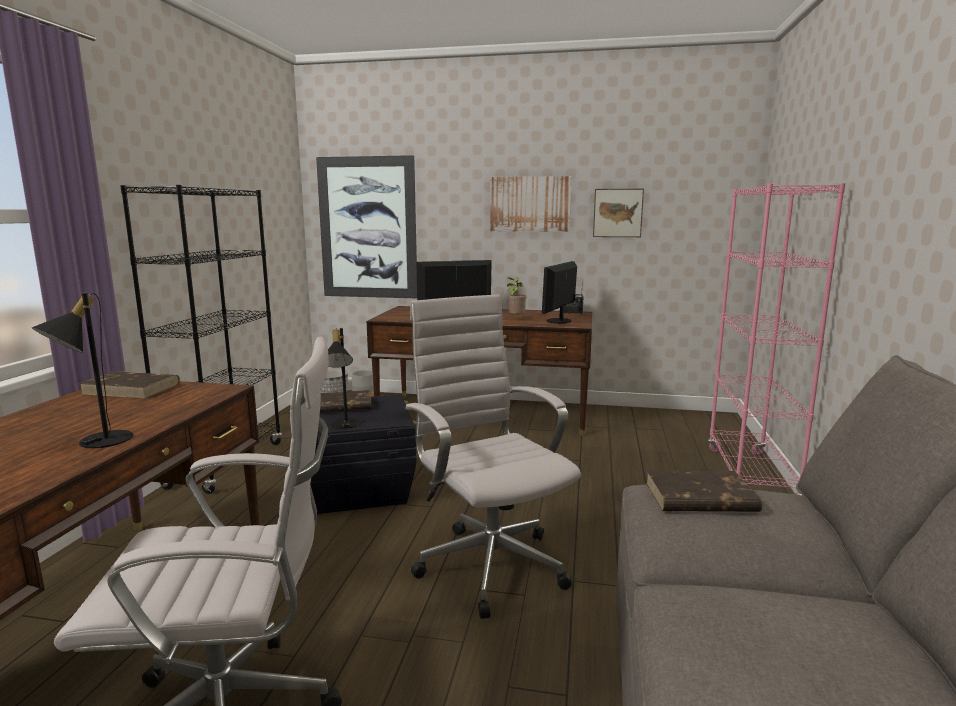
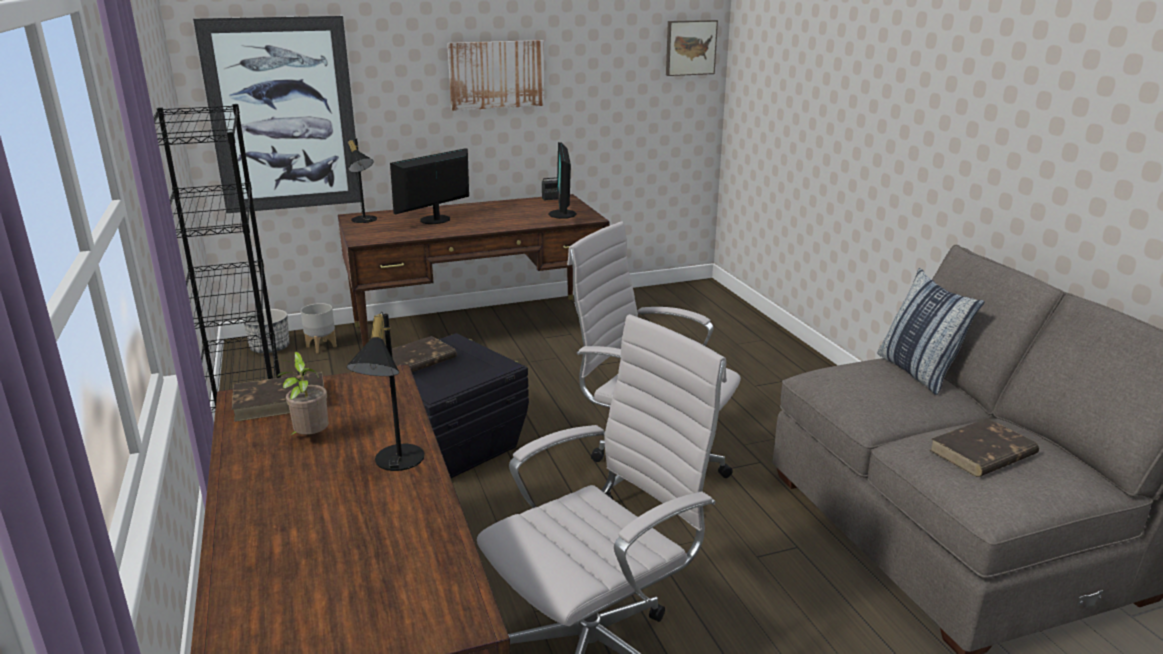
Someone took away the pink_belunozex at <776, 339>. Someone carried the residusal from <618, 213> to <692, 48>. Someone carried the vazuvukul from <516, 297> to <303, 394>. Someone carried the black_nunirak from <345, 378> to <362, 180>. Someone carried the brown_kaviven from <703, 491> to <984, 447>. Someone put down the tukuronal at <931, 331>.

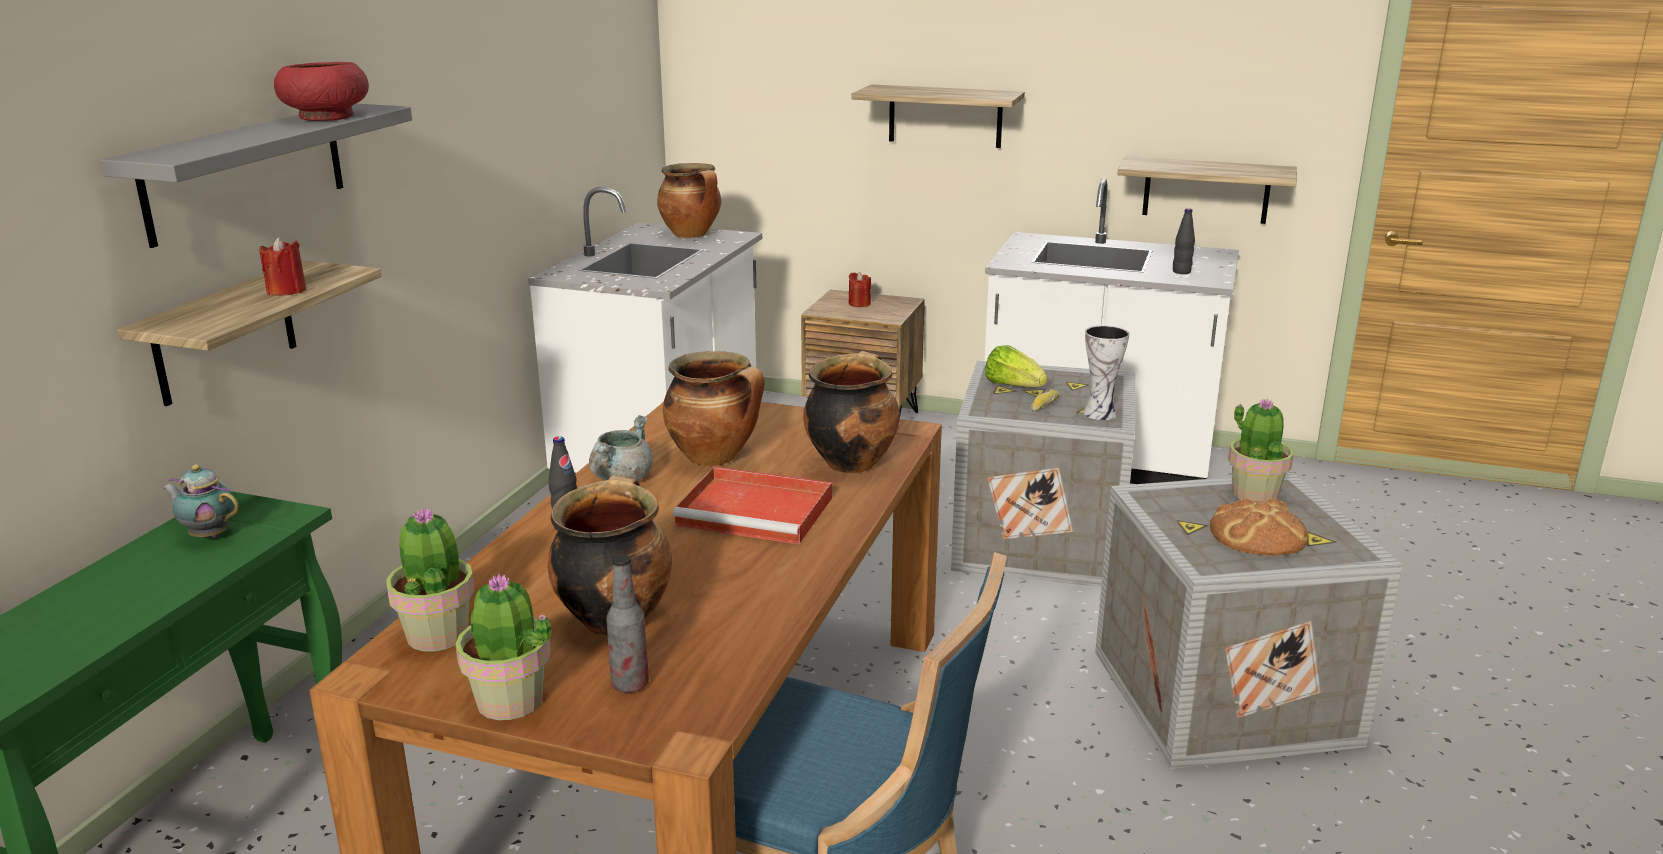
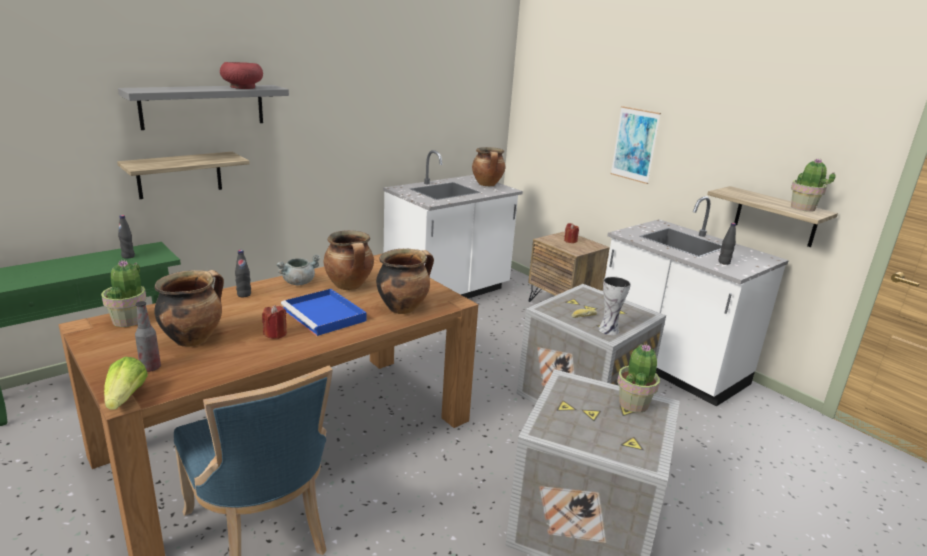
Someone swapped the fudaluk at <938, 116> for the residusal at <636, 145>. Someone carried the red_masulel from <282, 266> to <274, 322>. Someone carried the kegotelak from <1016, 366> to <126, 383>. Someone swapped the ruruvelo at <200, 501> for the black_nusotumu at <126, 237>. Someone repainted the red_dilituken at <752, 505>, which became the blue_dilituken at <323, 312>. Someone took away the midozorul at <1259, 527>. Someone carried the vazuvukul from <503, 647> to <813, 185>.

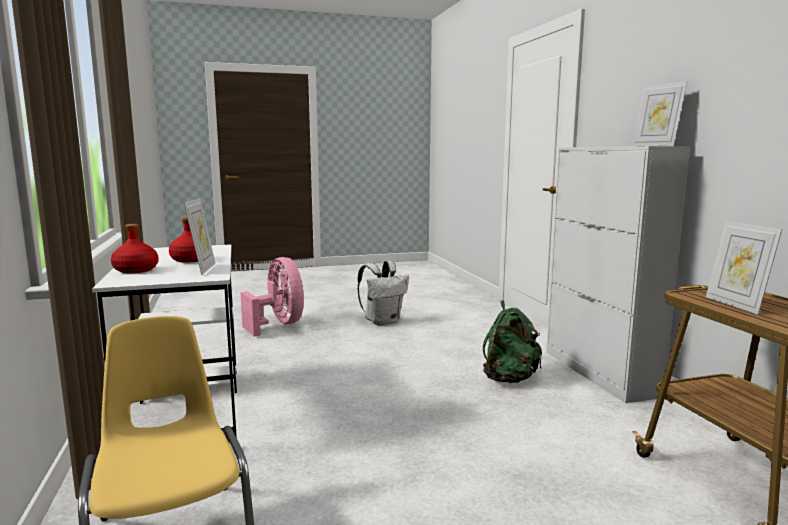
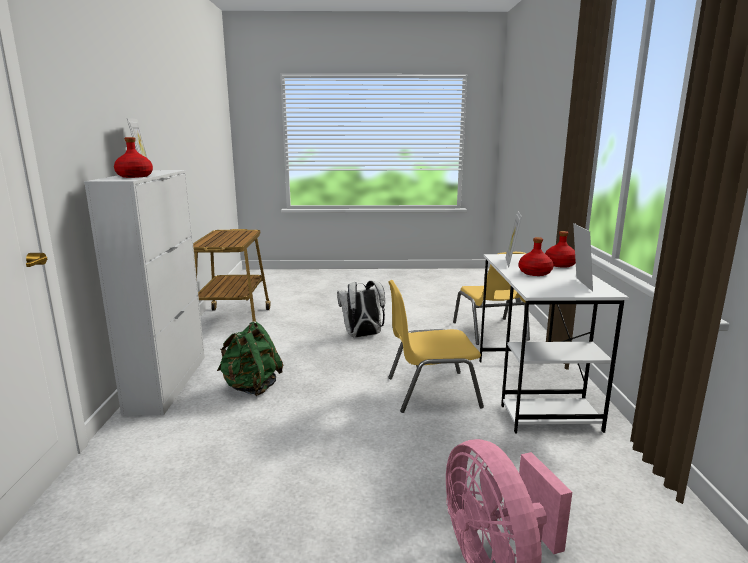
Someone carried the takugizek from <744, 268> to <583, 257>. Someone carried the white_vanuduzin from <383, 293> to <361, 309>. Someone put down the red_nusotumu at <133, 157>. Someone put down the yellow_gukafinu at <436, 346>.

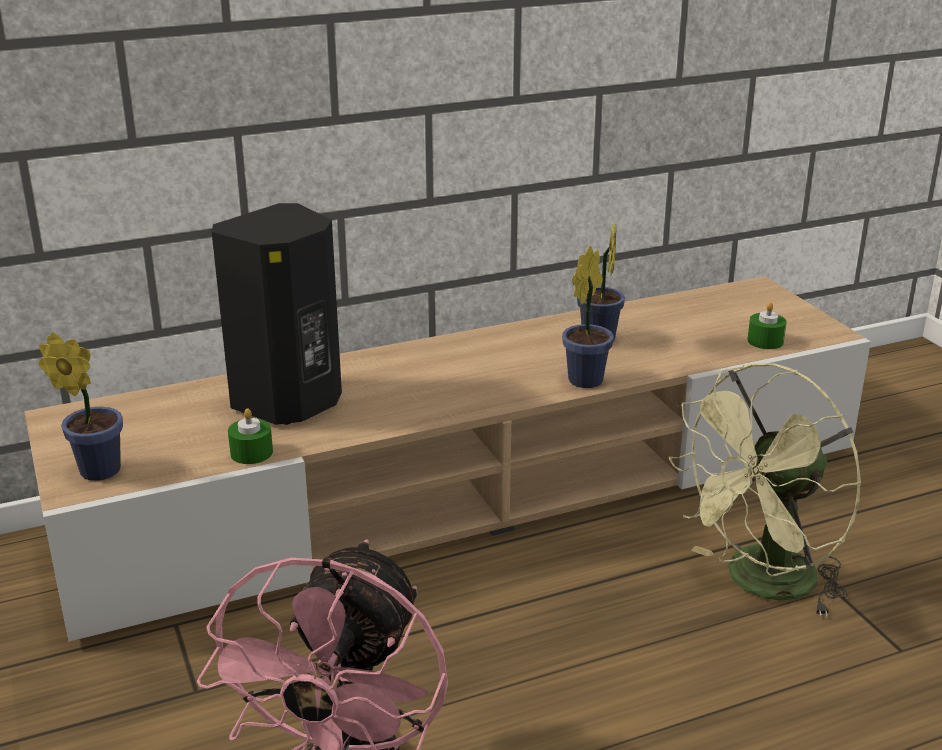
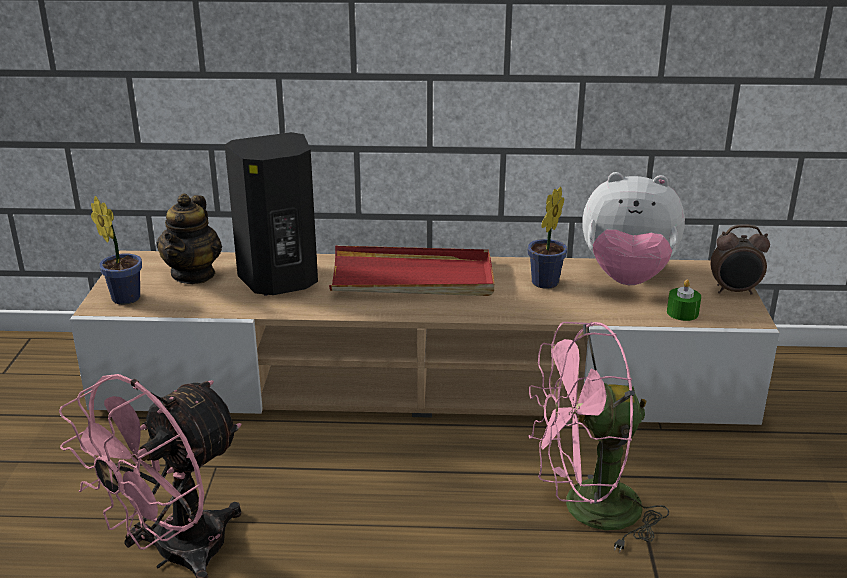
Someone took away the vazuvukul at <588, 317>. Someone repainted the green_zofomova at <765, 490>, which became the pink_zofomova at <598, 437>. Someone took away the green_masulel at <250, 436>. Someone put down the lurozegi at <633, 228>. Someone put down the ruruvelo at <189, 238>. Someone put down the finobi at <740, 259>. Someone put down the red_dilituken at <411, 271>.

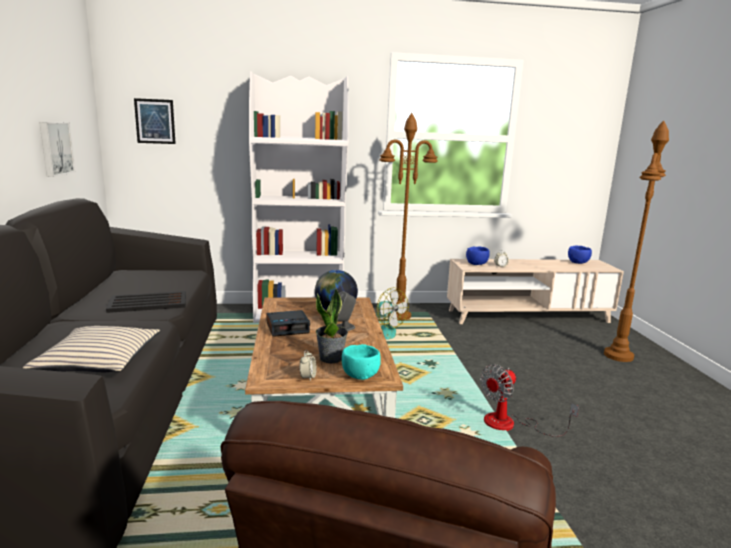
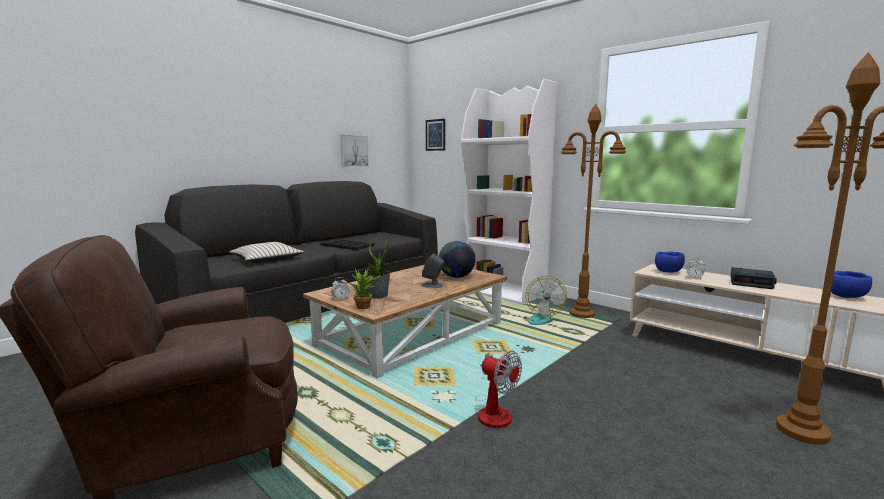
Someone carried the finobi from <288, 323> to <753, 278>. Someone swapped the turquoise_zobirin at <361, 362> for the vazuvukul at <364, 289>. Someone rotated the zofomova at <529, 400> by 150 degrees counterclockwise.

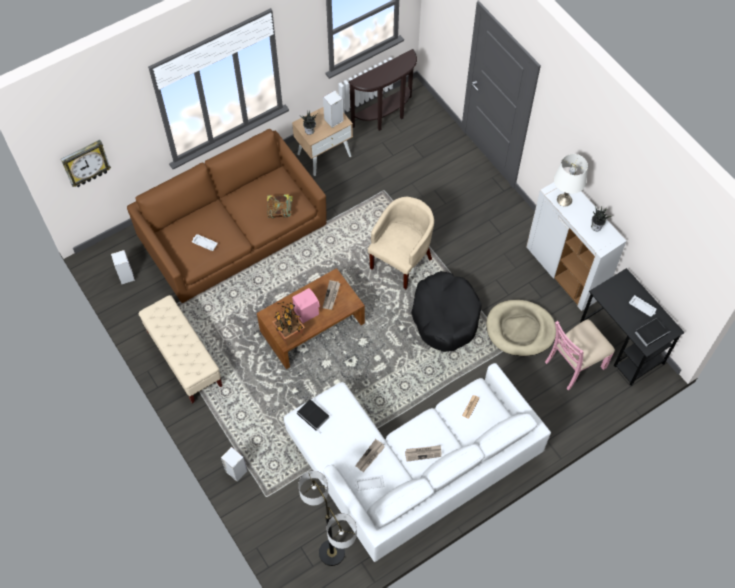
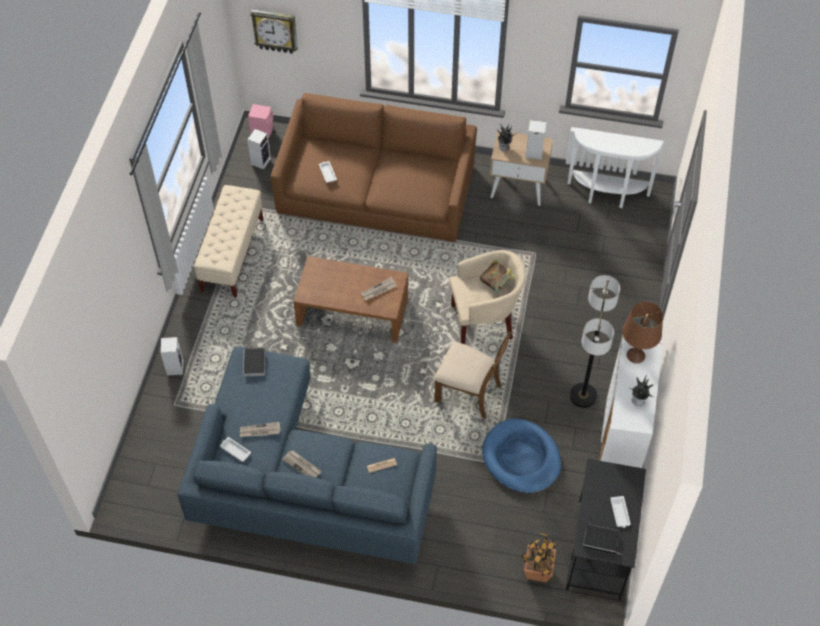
Someone repainted the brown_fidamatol at <382, 90>, which became the white_fidamatol at <616, 168>. Someone repainted the white_nunirak at <571, 180>, which became the brown_nunirak at <642, 332>. Someone carried the kaviven from <280, 206> to <497, 276>. Someone swapped the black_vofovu at <446, 311> for the brown_gukafinu at <473, 375>. Someone carried the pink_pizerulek from <306, 305> to <260, 121>. Someone repainted the beige_vofovu at <521, 328>, which became the blue_vofovu at <521, 455>. Someone carried the vazuvukul from <288, 324> to <539, 557>. Someone took away the pink_gukafinu at <580, 354>. Someone repainted the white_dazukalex at <417, 462>, which became the blue_dazukalex at <307, 455>. Someone carried the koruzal from <327, 518> to <595, 341>.

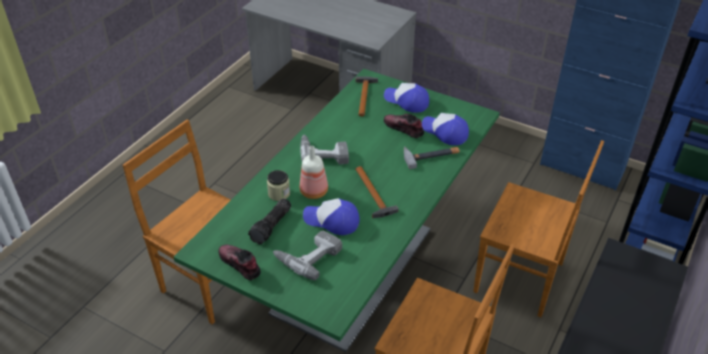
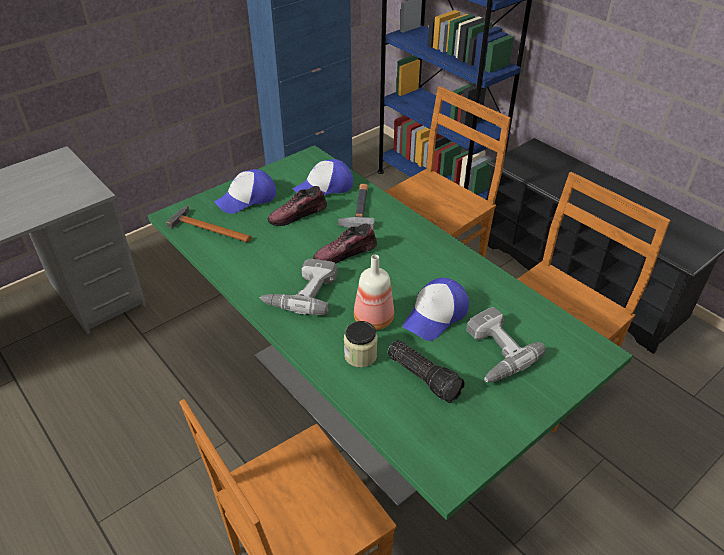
Someone took away the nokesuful at <377, 192>. Someone carried the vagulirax from <239, 262> to <345, 244>.

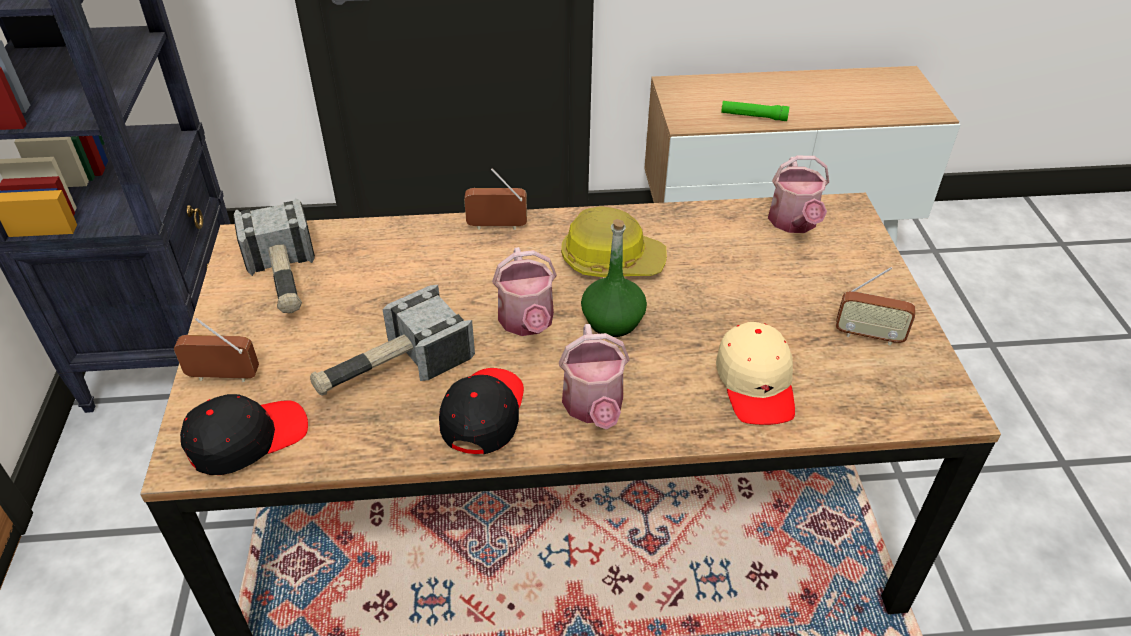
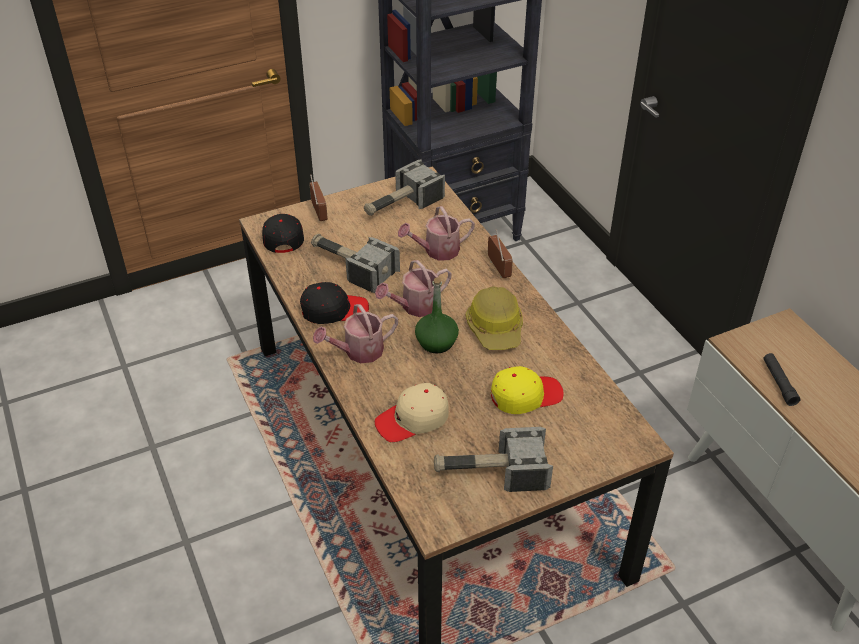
Someone repainted the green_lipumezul at <755, 111>, which became the black_lipumezul at <782, 379>. Someone carried the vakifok from <798, 194> to <436, 233>. Someone swapped the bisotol at <875, 306> for the nokesuful at <493, 459>. Someone rotated the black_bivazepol at <244, 434> by 135 degrees counterclockwise. Someone put down the yellow_bivazepol at <527, 390>.

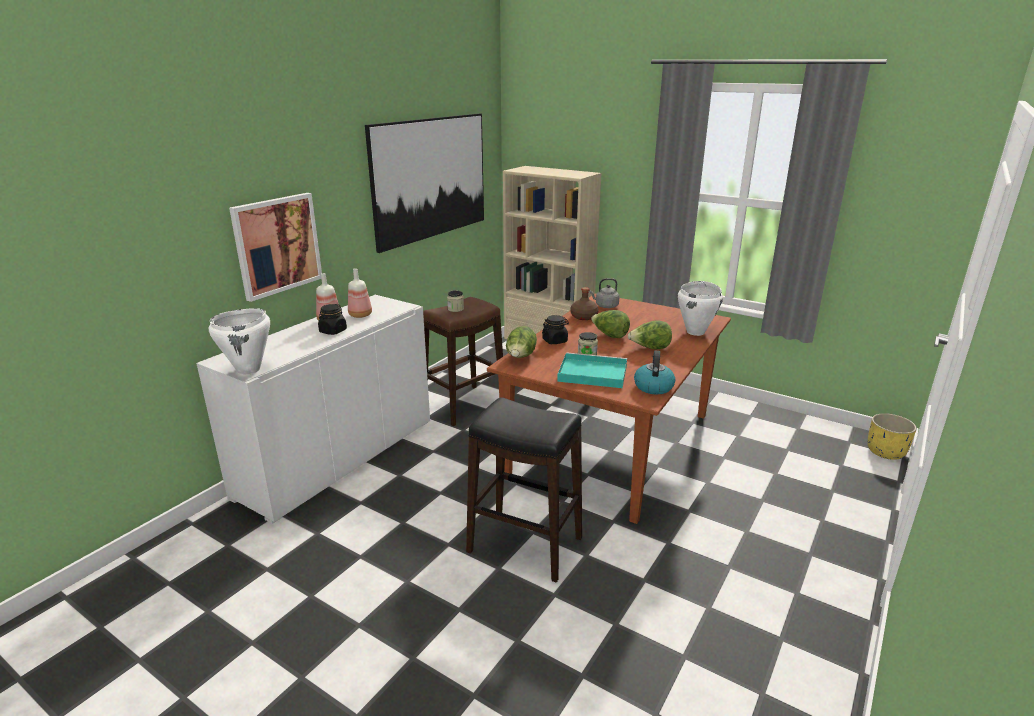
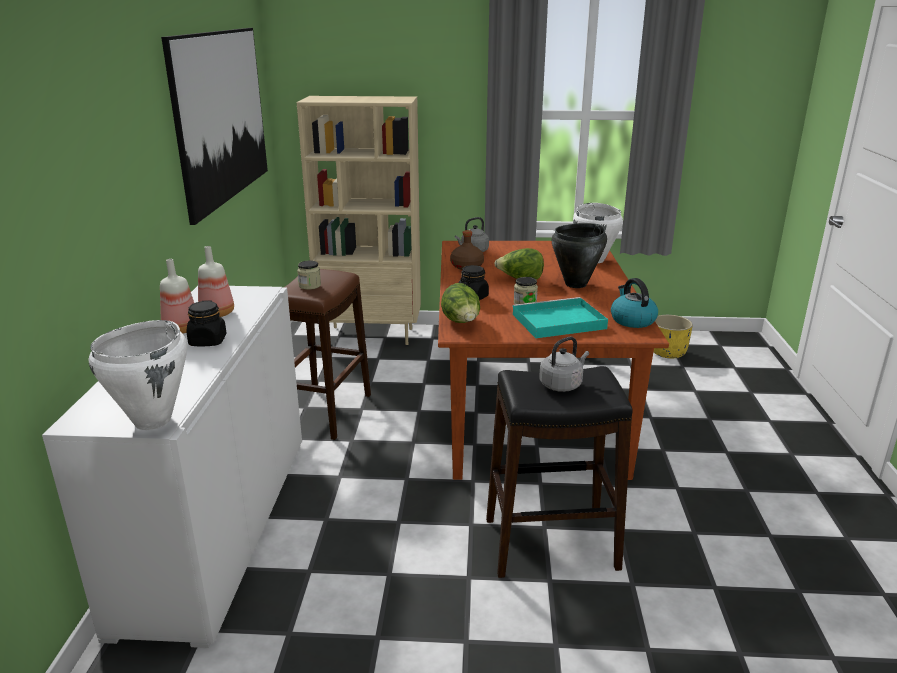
Someone took away the residusal at <275, 247>. Someone swapped the kegotelak at <650, 335> for the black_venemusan at <579, 255>. Someone carried the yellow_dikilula from <892, 436> to <673, 336>. Someone put down the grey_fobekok at <564, 364>.

